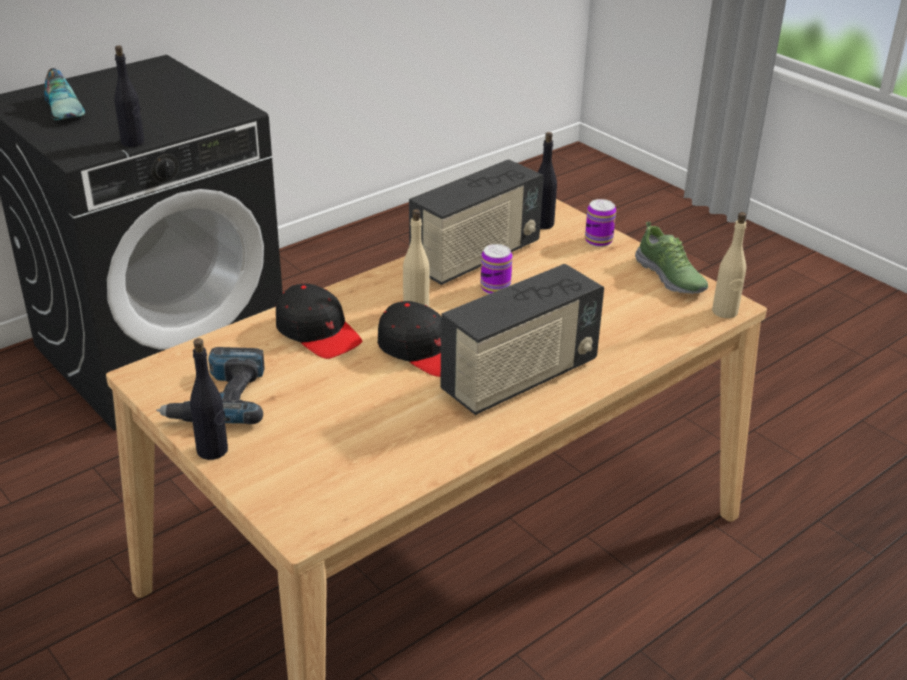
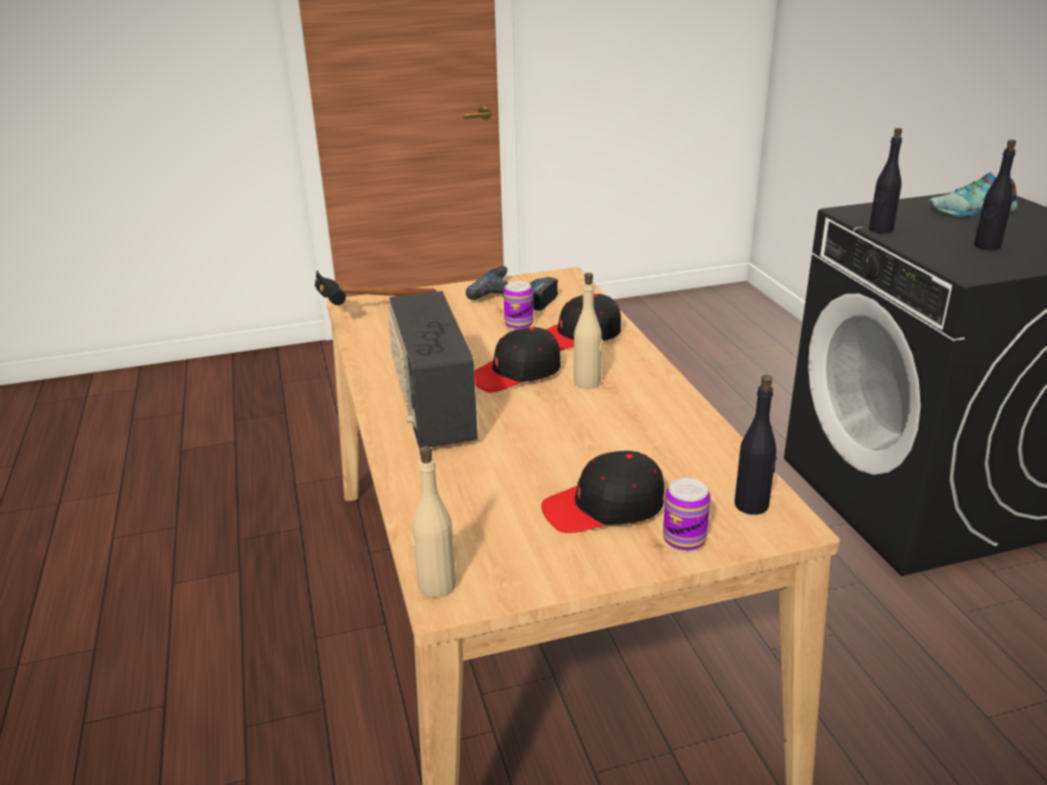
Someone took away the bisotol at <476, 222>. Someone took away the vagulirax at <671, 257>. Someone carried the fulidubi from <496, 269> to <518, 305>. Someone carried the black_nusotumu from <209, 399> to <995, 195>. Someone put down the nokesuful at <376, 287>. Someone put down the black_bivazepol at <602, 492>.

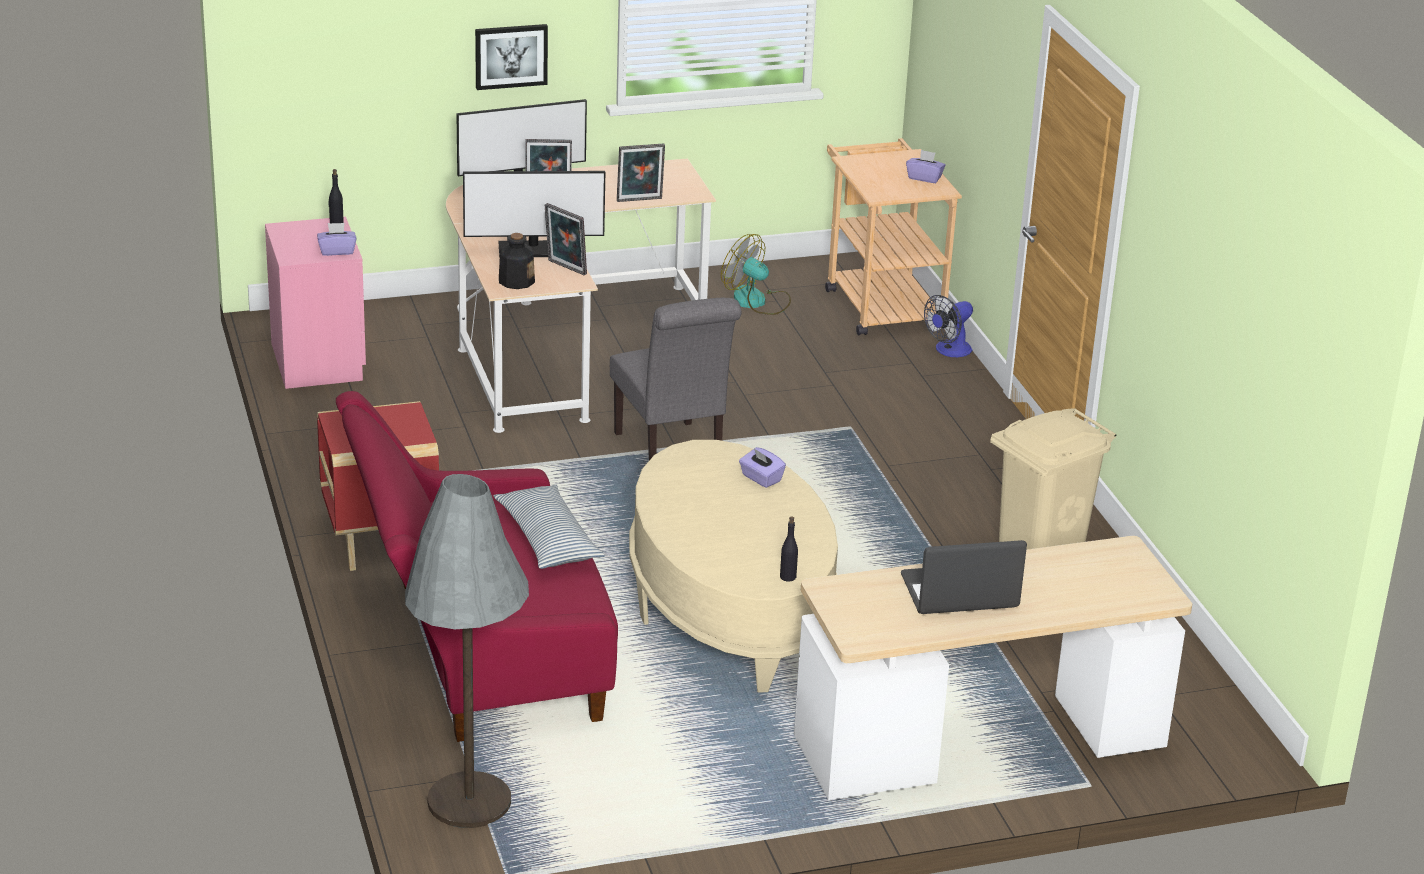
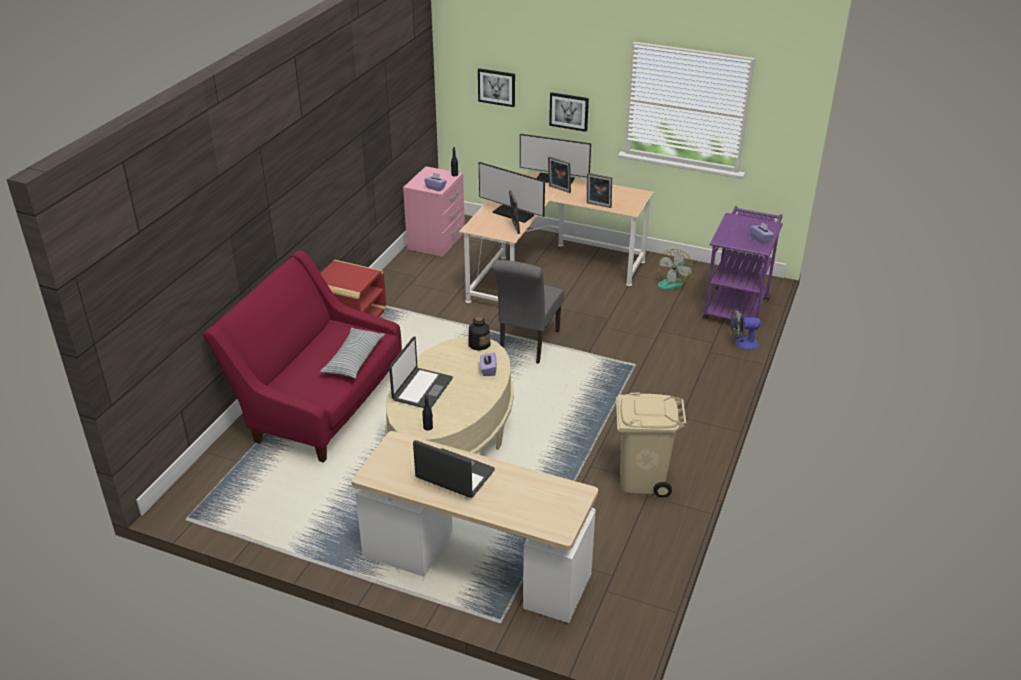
Someone repainted the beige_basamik at <893, 236>, which became the purple_basamik at <743, 268>. Someone carried the nusotumu from <517, 261> to <479, 334>. Someone rotated the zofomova at <756, 274> by 135 degrees counterclockwise. Someone took away the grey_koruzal at <467, 651>. Someone put up the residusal at <496, 87>. Someone put down the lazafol at <421, 372>.

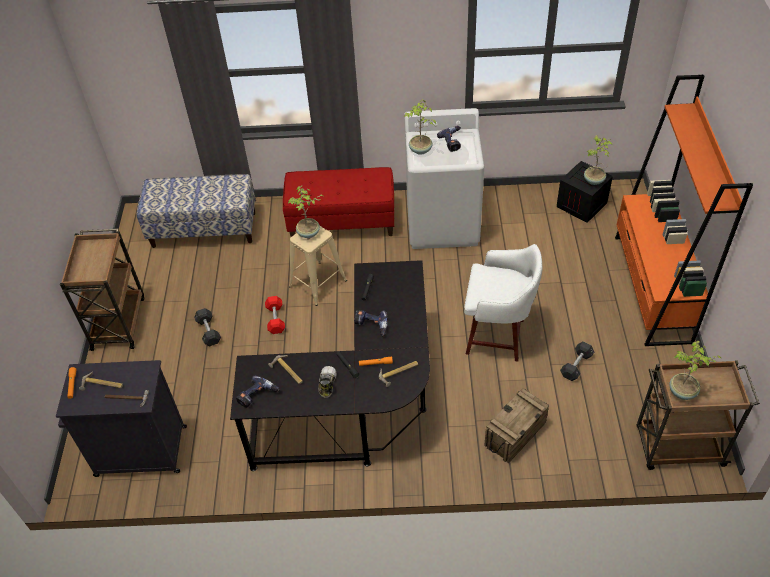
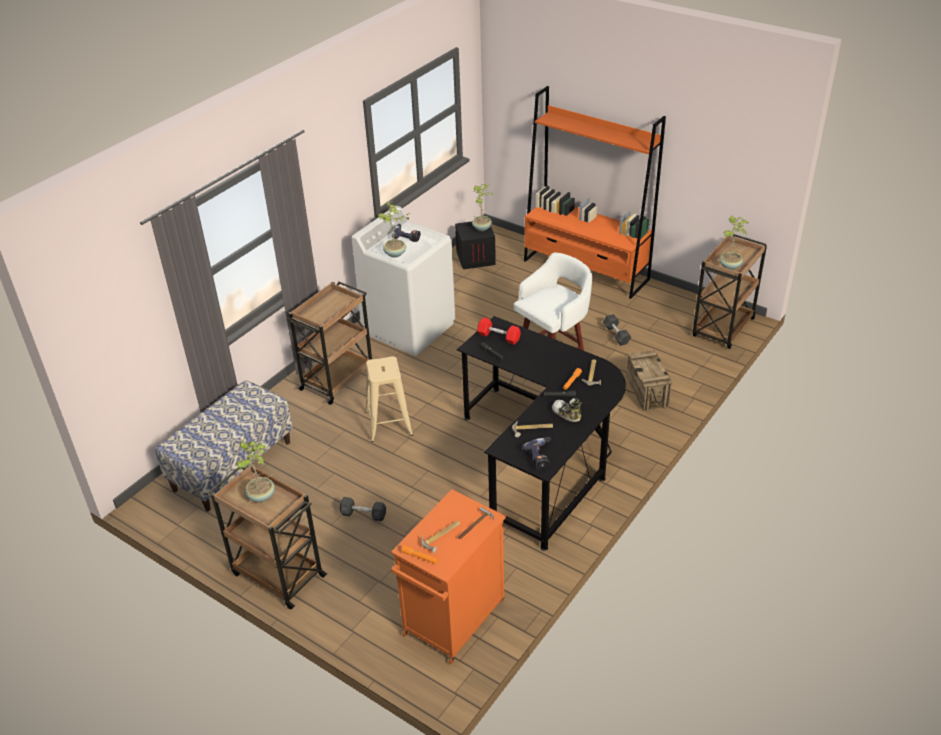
Someone swapped the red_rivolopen at <338, 202> for the brown_basamik at <329, 343>. Someone carried the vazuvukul from <305, 211> to <255, 471>. Someone carried the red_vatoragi from <275, 315> to <499, 331>. Someone took away the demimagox at <371, 323>. Someone repainted the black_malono at <121, 418>, which became the orange_malono at <448, 577>.

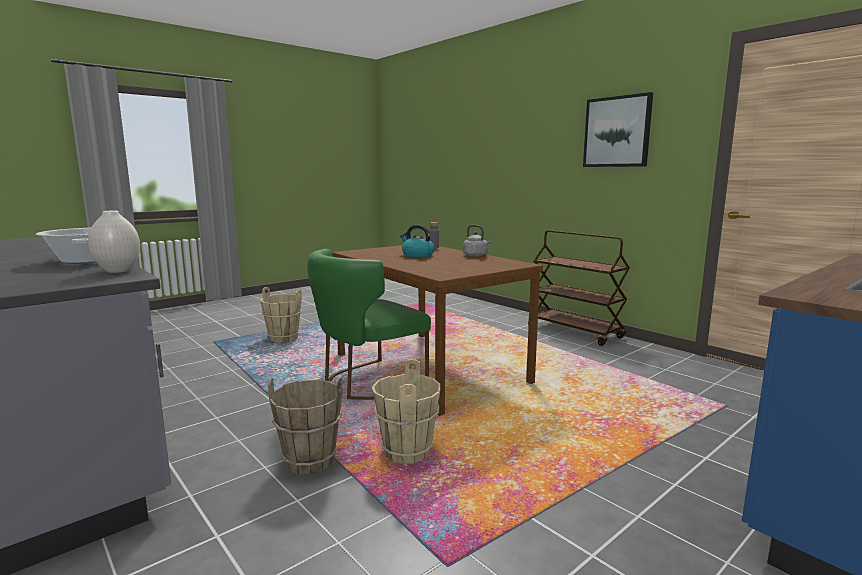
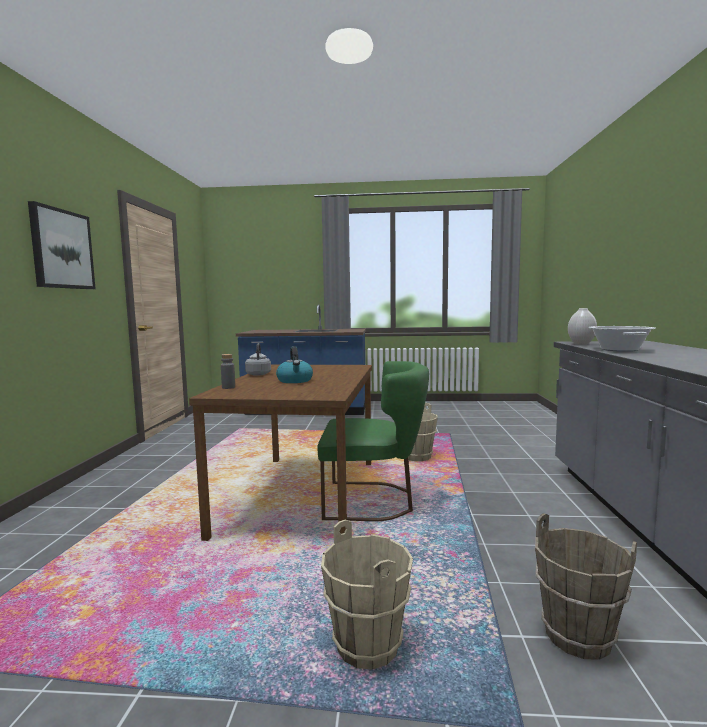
Someone took away the brown_basamik at <579, 288>. Someone carried the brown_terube from <305, 426> to <586, 586>.

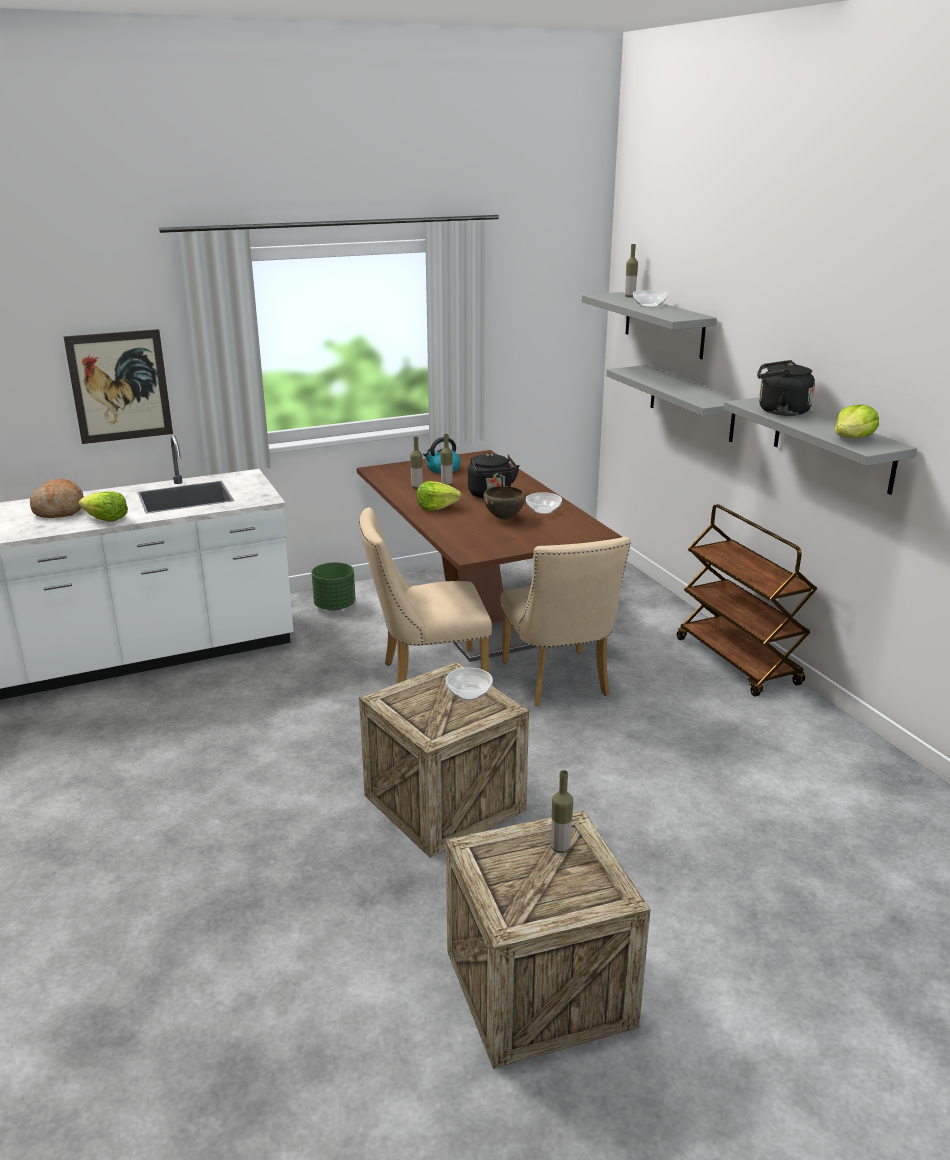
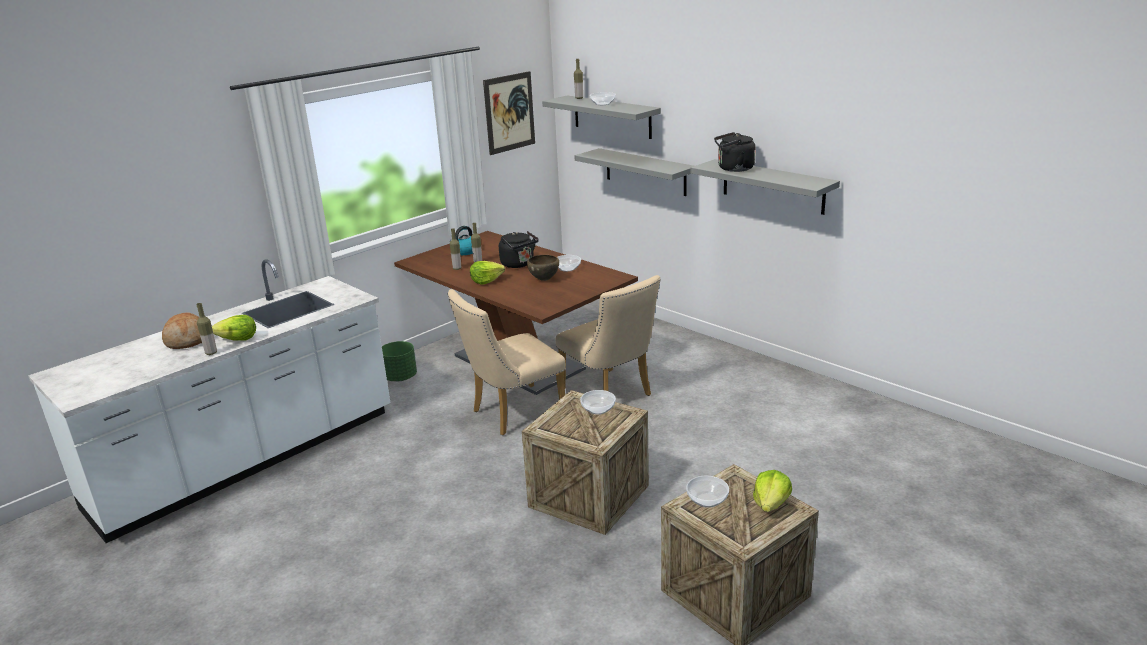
Someone carried the residusal from <118, 386> to <509, 113>. Someone carried the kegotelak from <857, 421> to <772, 491>. Someone took away the brown_basamik at <747, 600>. Someone carried the nusotumu from <562, 811> to <206, 329>. Someone put down the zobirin at <707, 491>.

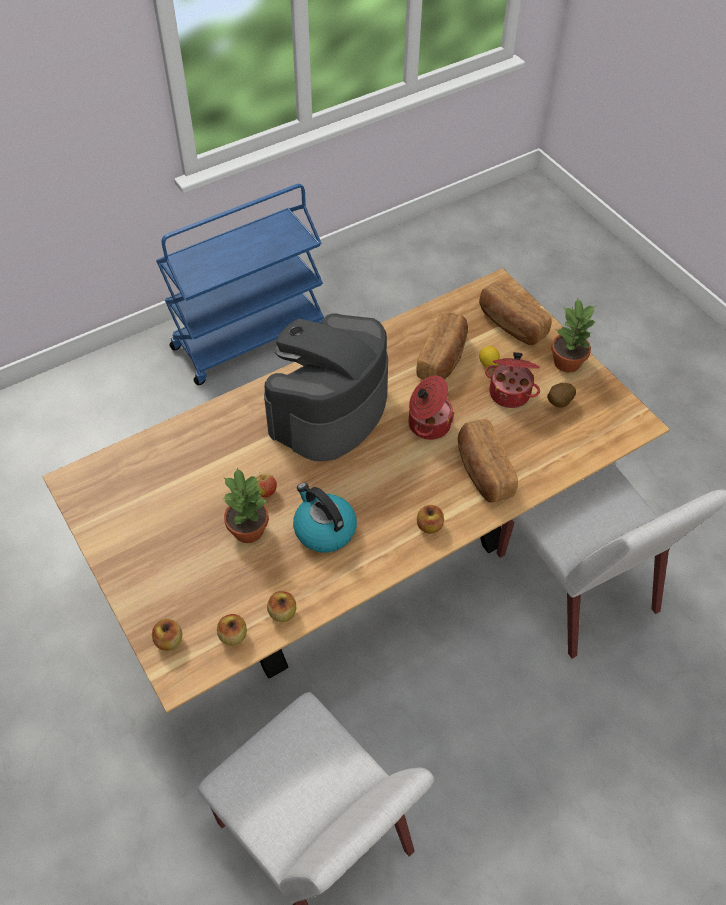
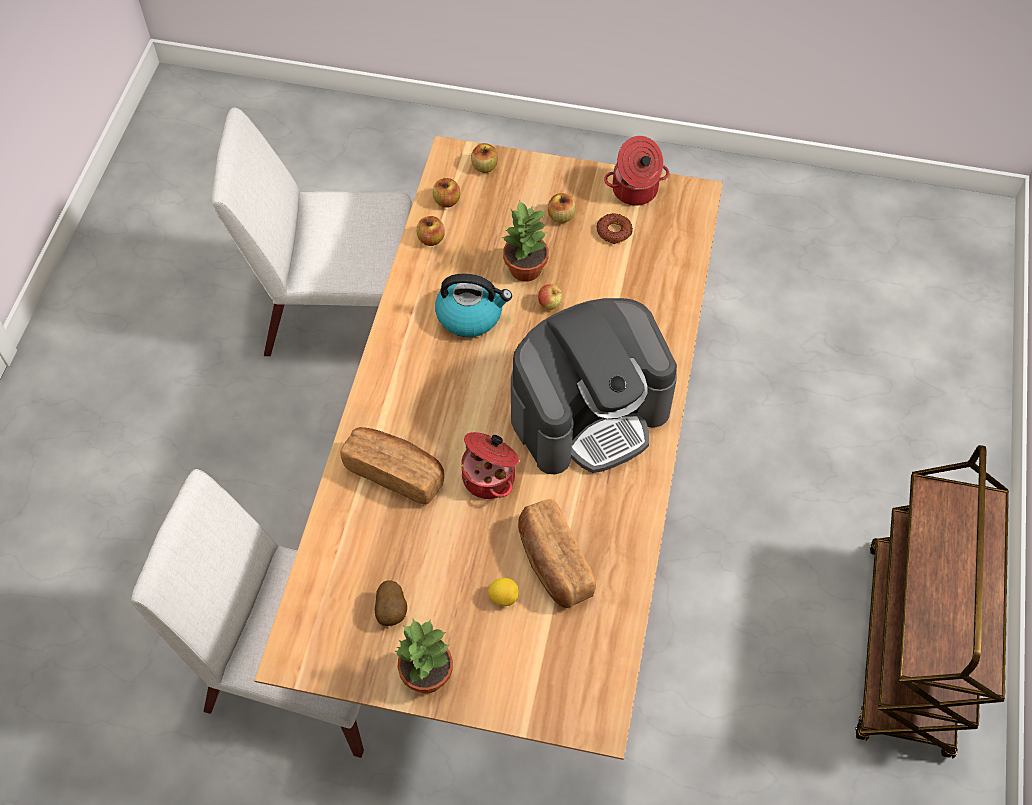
Someone repainted the blue_basamik at <240, 284>, which became the brown_basamik at <932, 601>. Someone took away the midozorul at <515, 312>. Someone rotated the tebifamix at <326, 387> by 75 degrees clockwise. Someone carried the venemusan from <512, 380> to <636, 171>. Someone carried the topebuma from <430, 519> to <561, 208>. Someone put down the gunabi at <615, 228>.

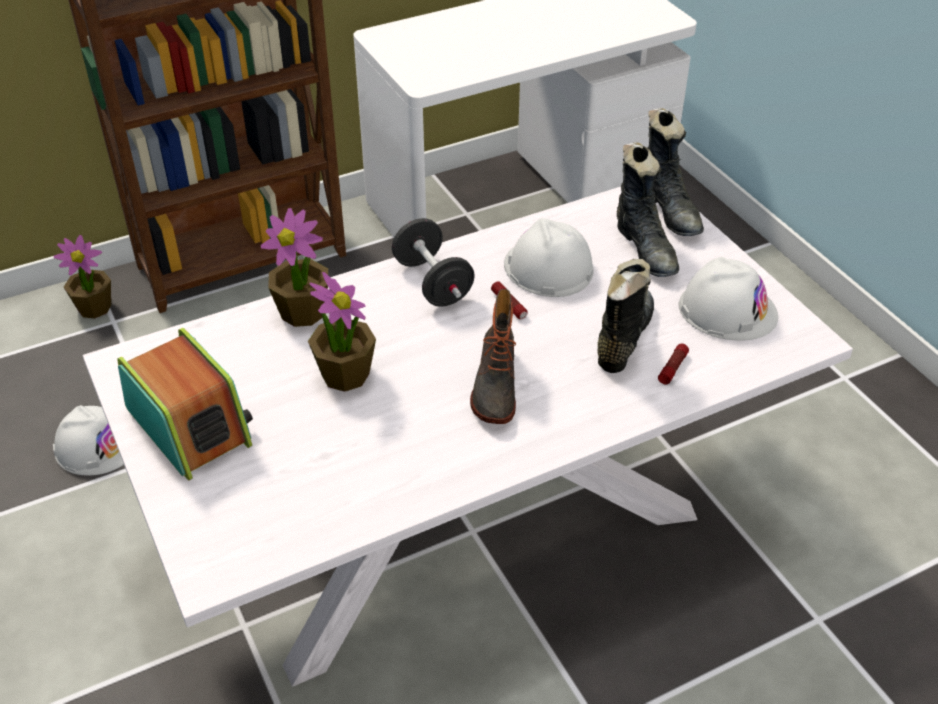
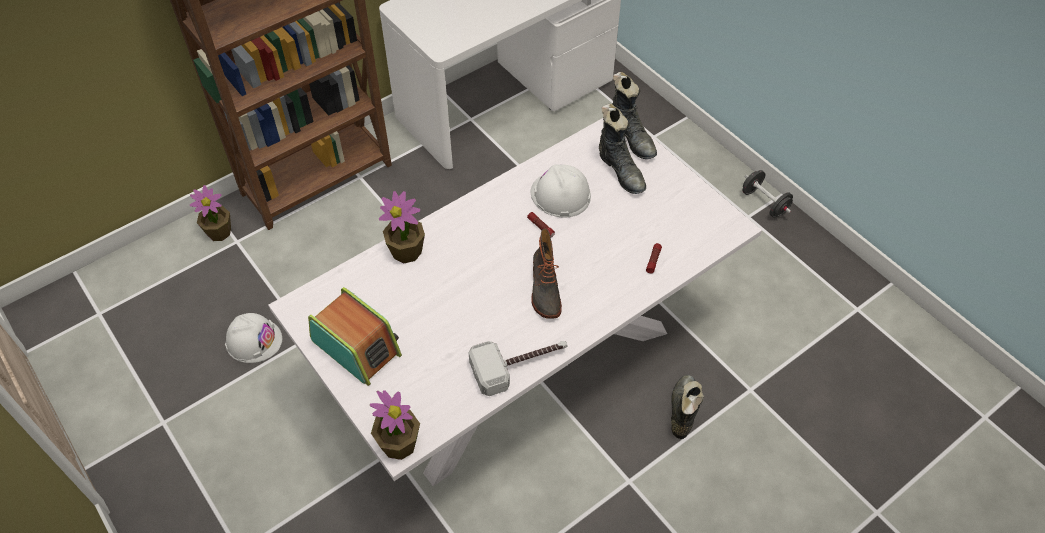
Someone carried the black_vatoragi from <433, 262> to <768, 193>. Someone took away the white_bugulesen at <728, 299>. Someone carried the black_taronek from <625, 316> to <687, 407>. Someone carried the vazuvukul from <342, 332> to <395, 425>. Someone put down the nokesuful at <517, 368>.

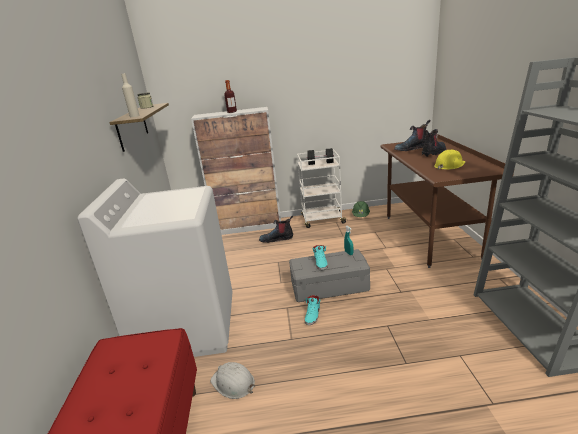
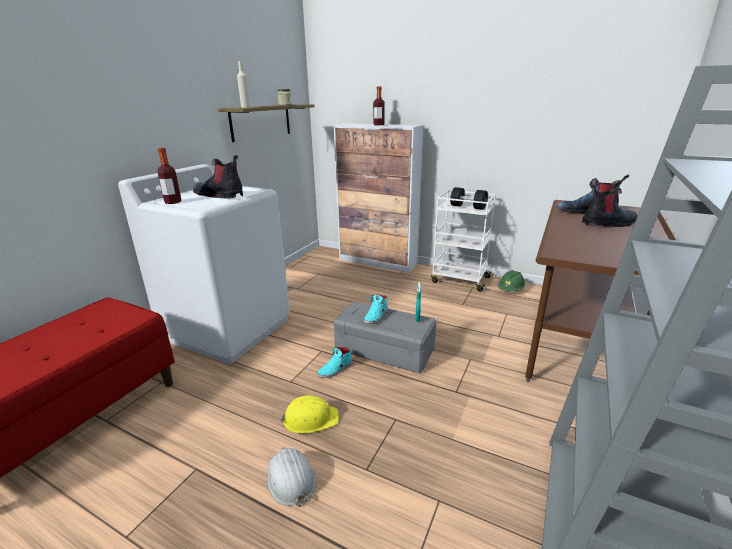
Someone carried the yellow_bugulesen from <449, 160> to <309, 414>. Someone carried the taronek from <276, 229> to <218, 177>. Someone carried the white_bugulesen from <232, 380> to <291, 477>. Someone put down the nusotumu at <169, 176>.

